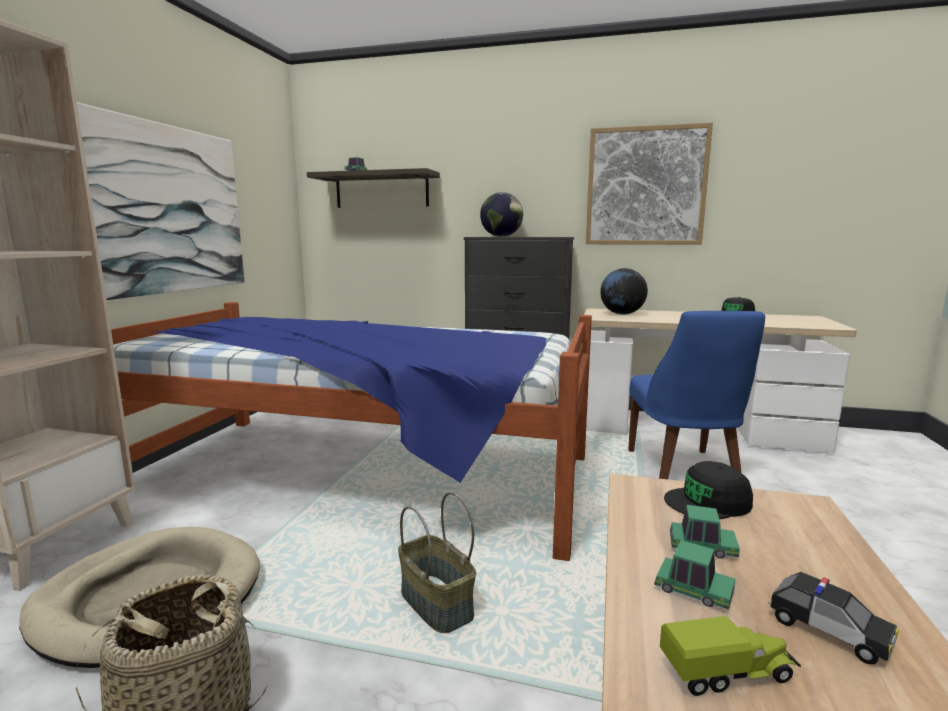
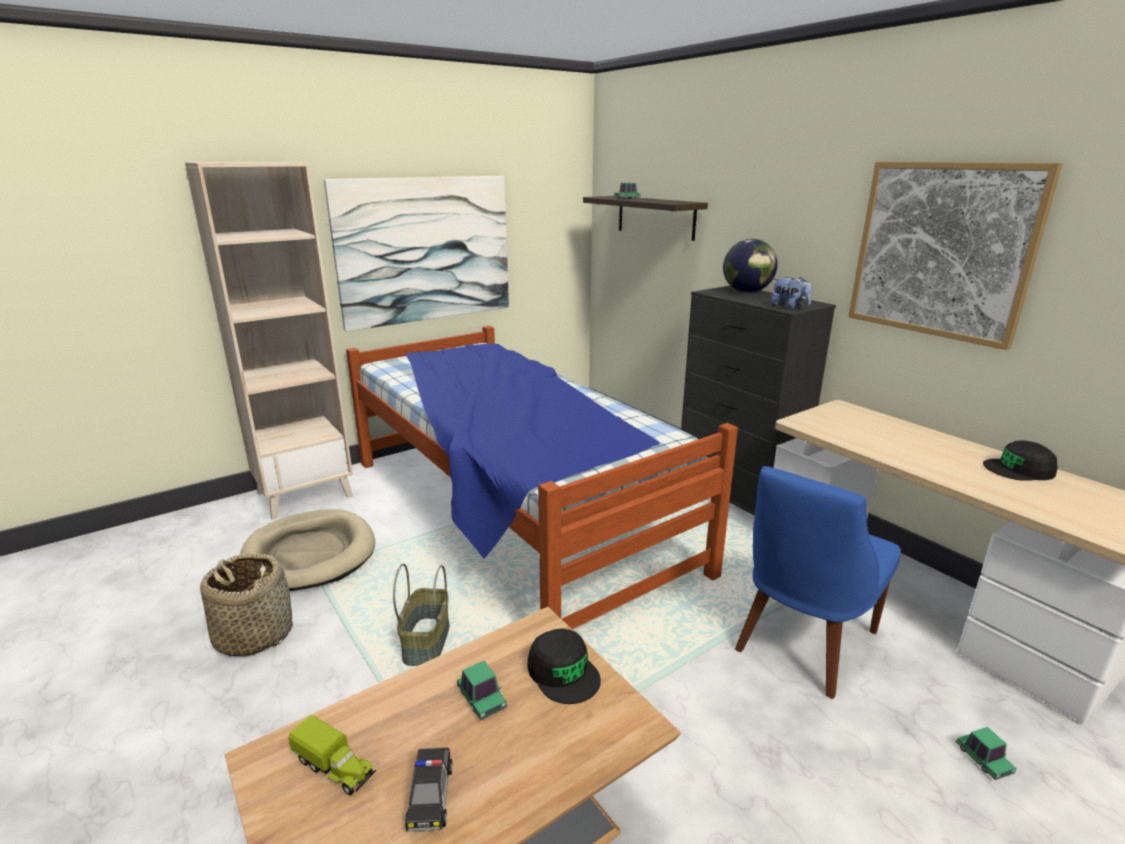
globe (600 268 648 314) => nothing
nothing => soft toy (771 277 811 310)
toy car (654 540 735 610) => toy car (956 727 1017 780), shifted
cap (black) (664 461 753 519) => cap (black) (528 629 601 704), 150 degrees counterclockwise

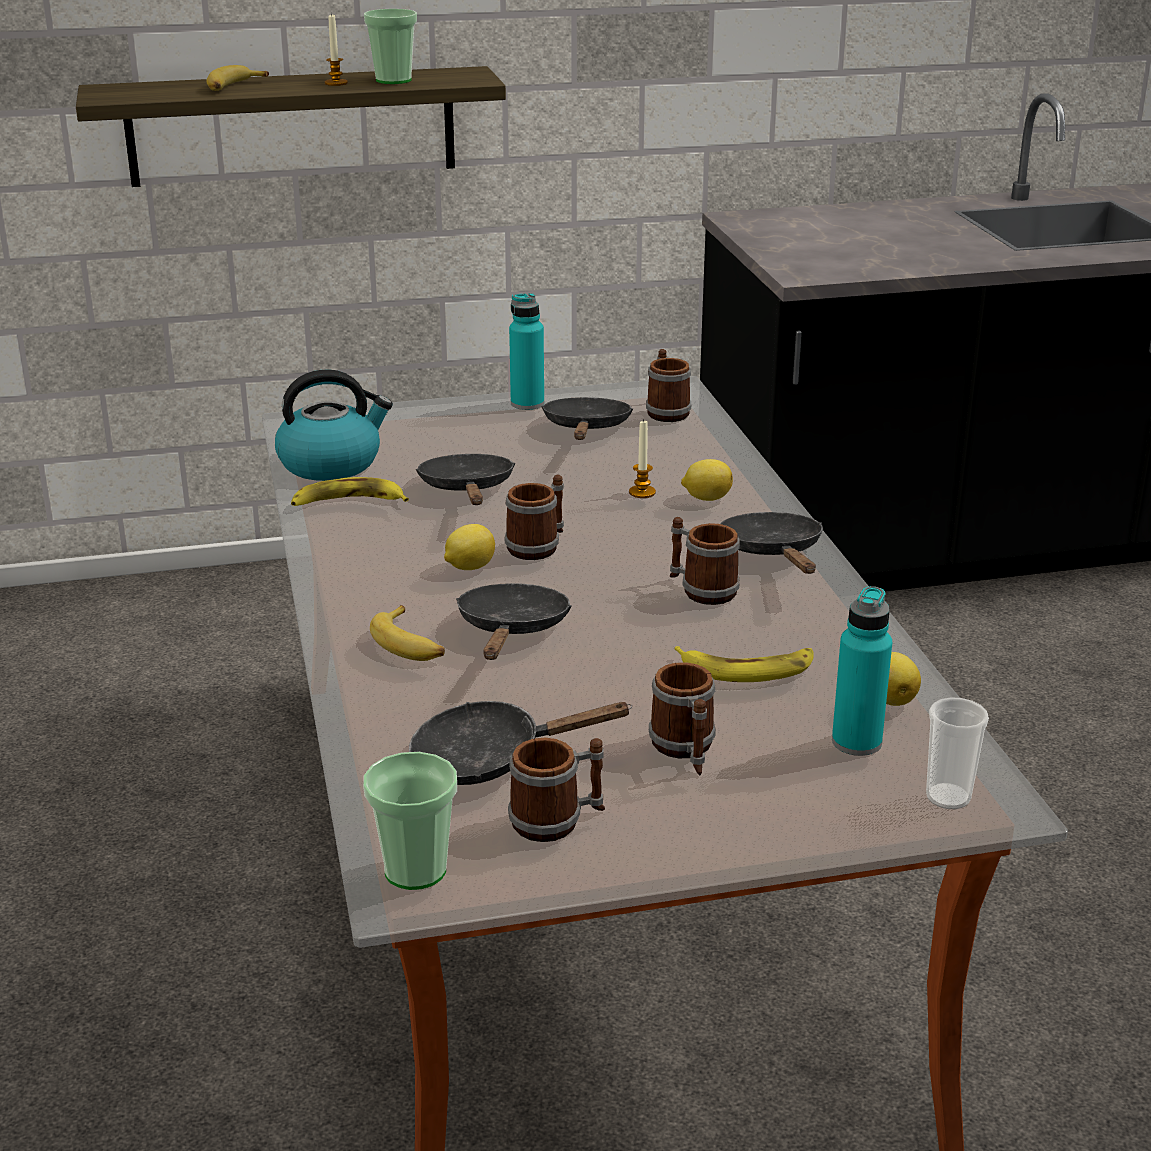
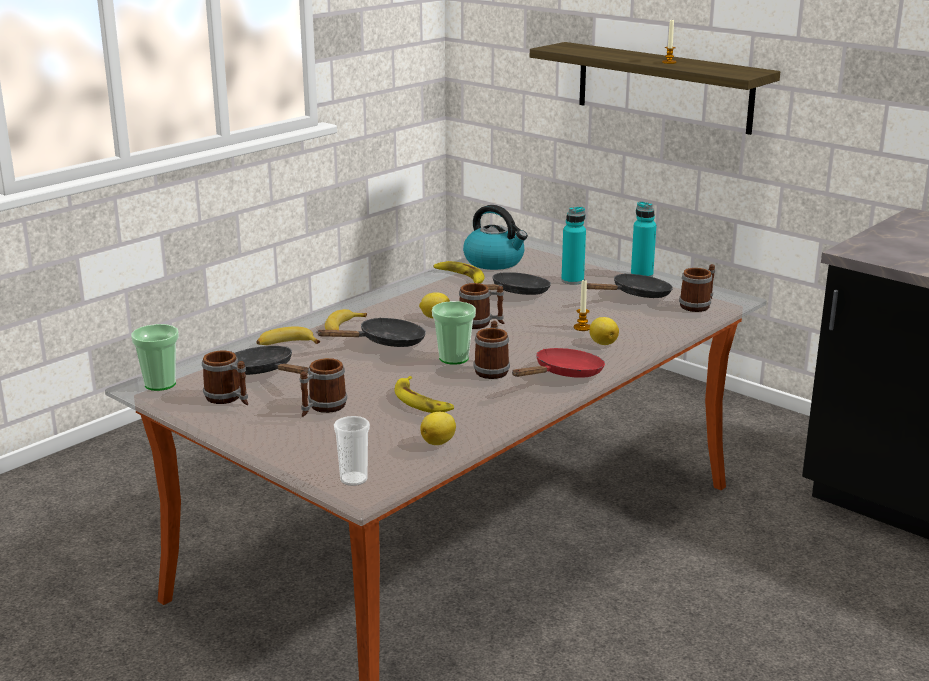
banana fruit (206 65 269 91) => banana fruit (256 326 320 345), shifted
small cup (364 9 417 84) => small cup (432 301 476 365), shifted
drink bottle (turquoise-coloured) (832 586 892 756) => drink bottle (turquoise-coloured) (561 207 586 285), shifted
pan (black) (720 512 823 574) => pan (red-coloured) (512 348 605 378)

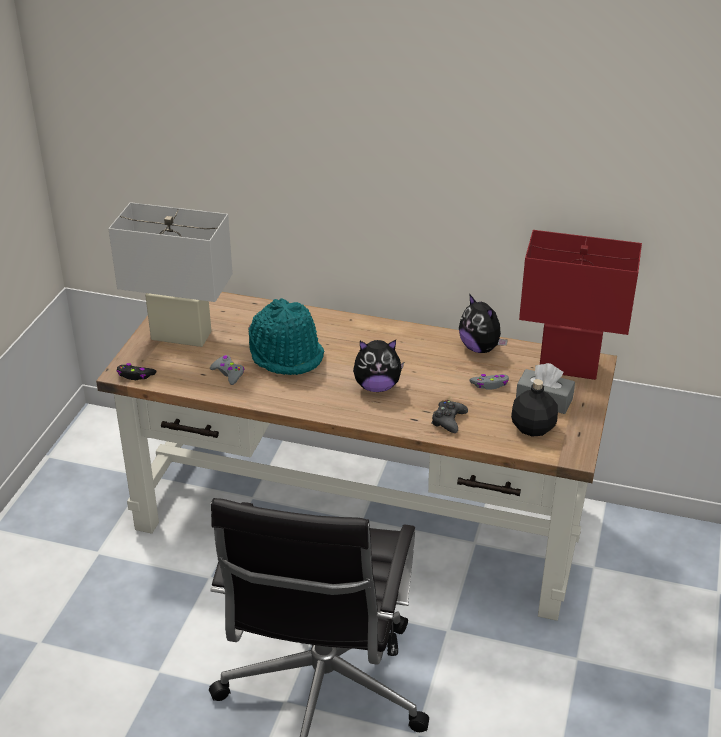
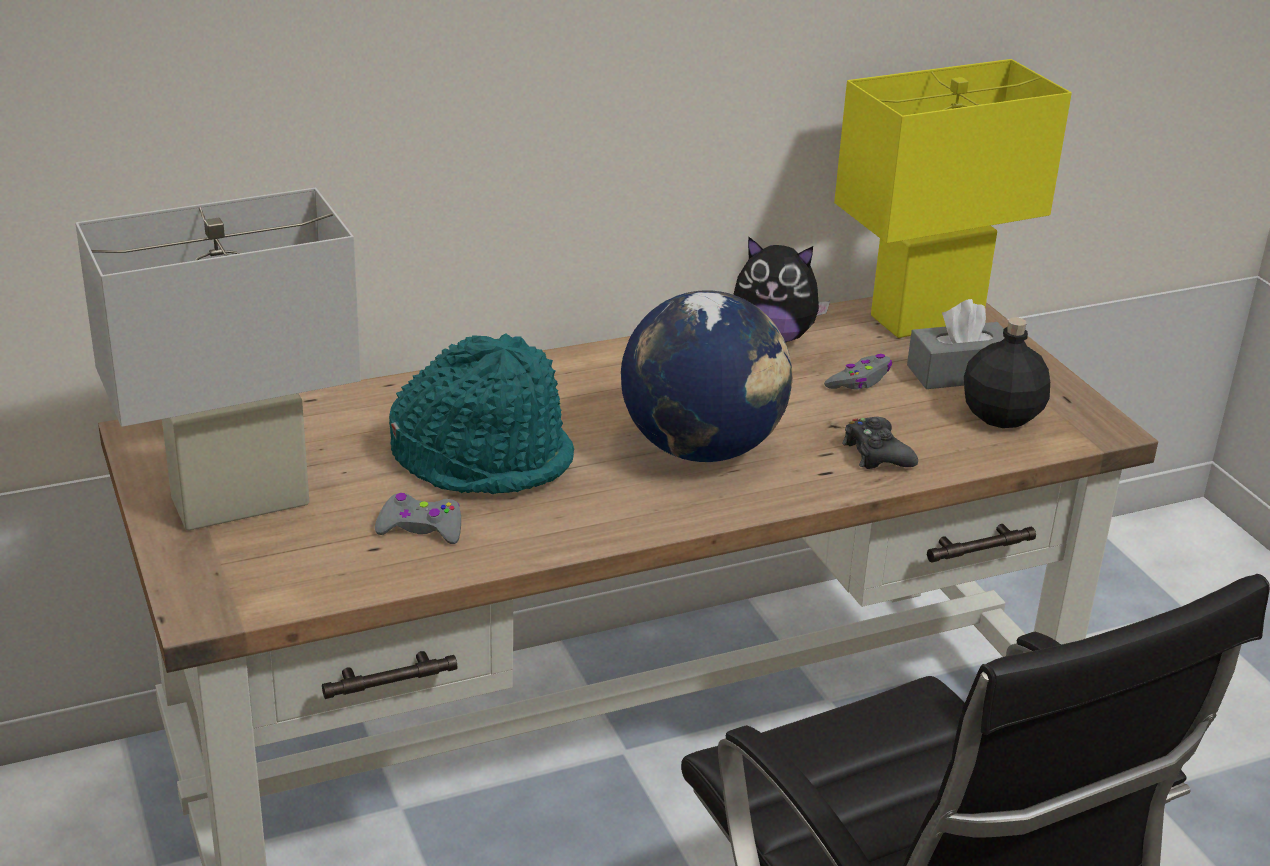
game controller (black) (117 363 156 380) => nothing
soft toy (353 340 404 392) => globe (621 290 793 462)
lamp for a table (red-coloured) (519 230 642 380) => lamp for a table (yellow-coloured) (834 59 1072 338)

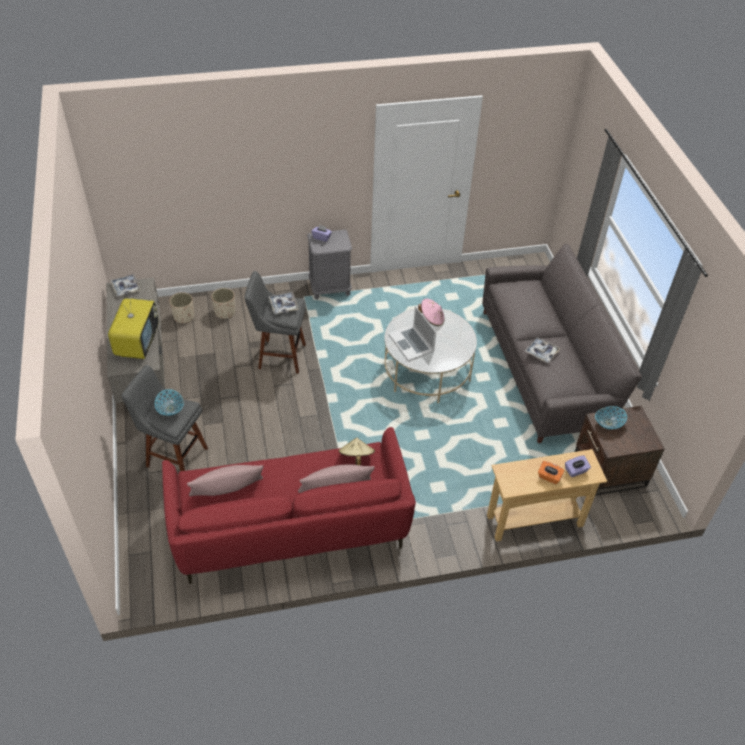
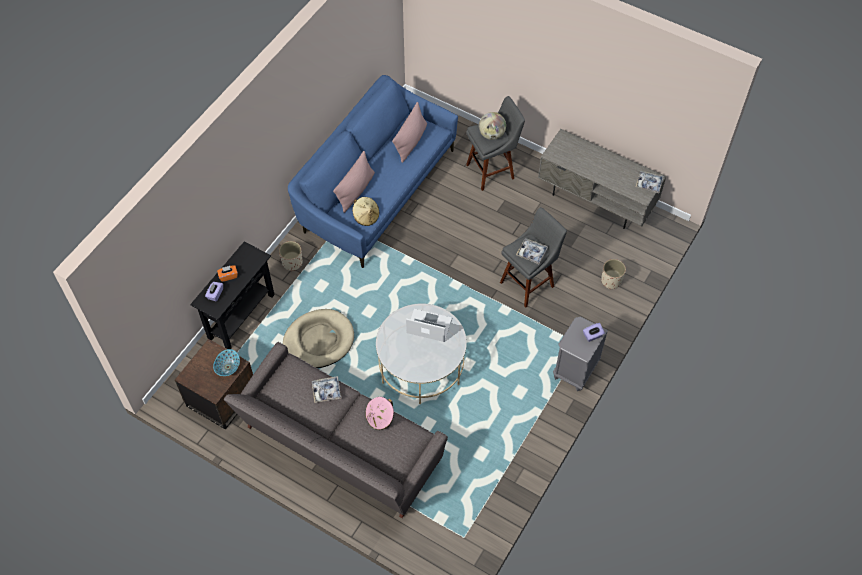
TV set (108 298 159 359) => nothing
nothing => dog bed (sand-coloured) (283 309 354 368)
plant pot (sand-coloured) (169 292 194 323) => plant pot (sand-coloured) (279 241 302 271), shifted
clothing hat (pinkish) (418 299 445 326) => clothing hat (pinkish) (365 397 394 430), shifted
bowl (155 389 184 416) => globe (479 112 506 140)
couch (red-coloured) (162 427 416 584) => couch (blue-coloured) (288 75 458 268)
narrow table (sand-coloured) (487 449 607 542) => narrow table (black) (190 241 275 349)

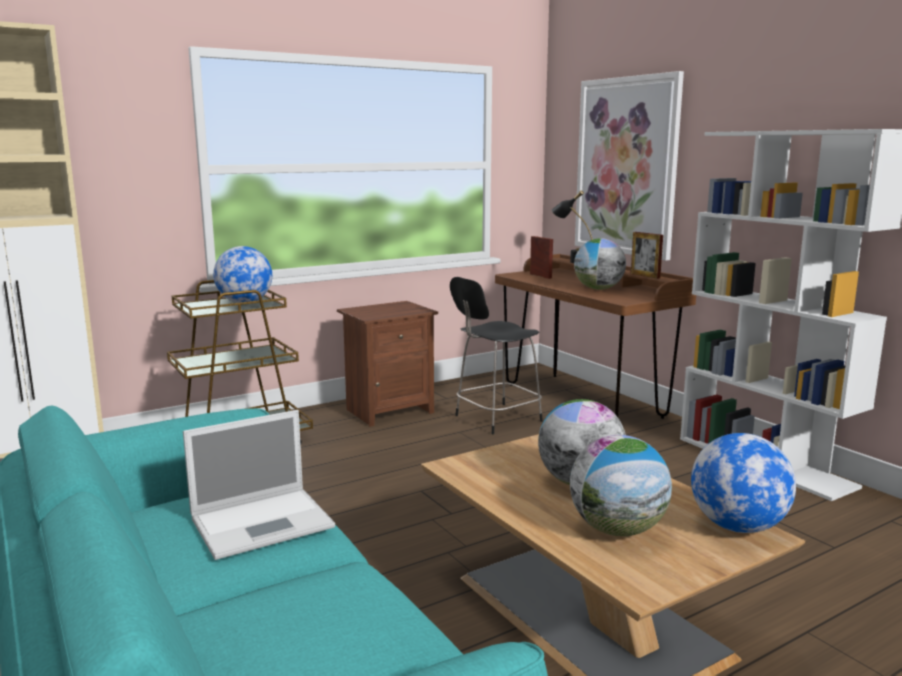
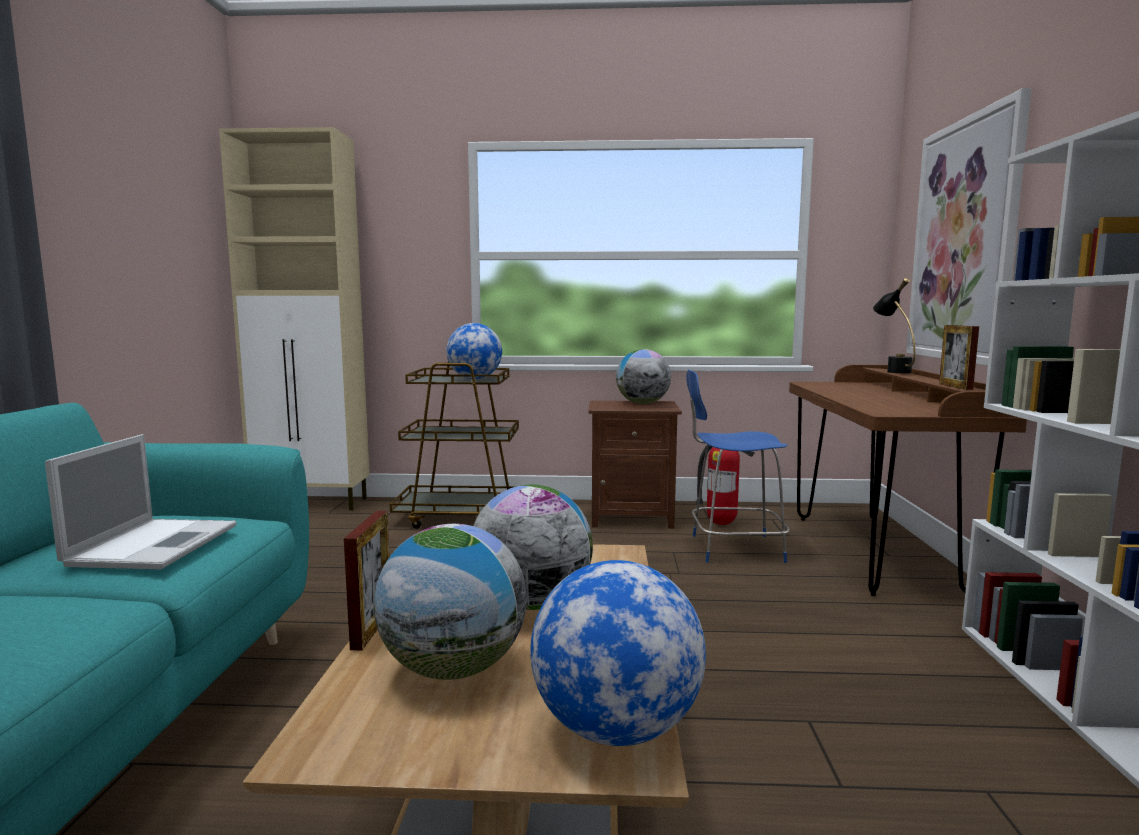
nothing => extinguisher (696 444 755 525)
standing frame (530 236 553 279) => standing frame (344 511 389 651), shifted
globe (574 238 626 290) => globe (616 349 671 404), shifted
plain chair (black) (450 277 543 434) => plain chair (blue-coloured) (686 369 790 563)
laptop (183 410 335 560) => laptop (45 434 237 569), 90 degrees counterclockwise

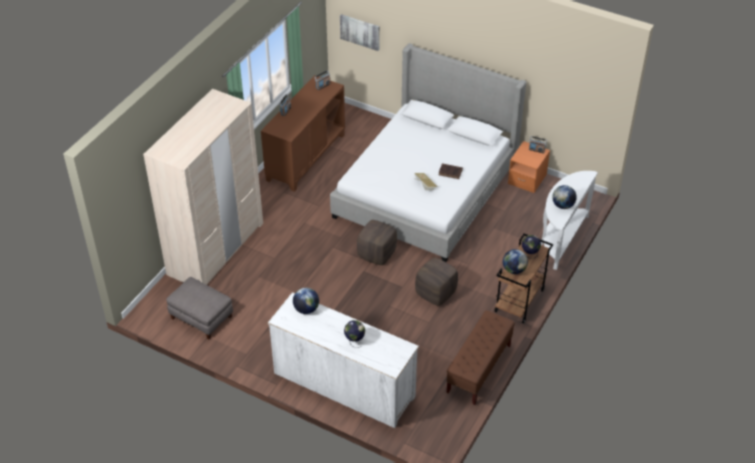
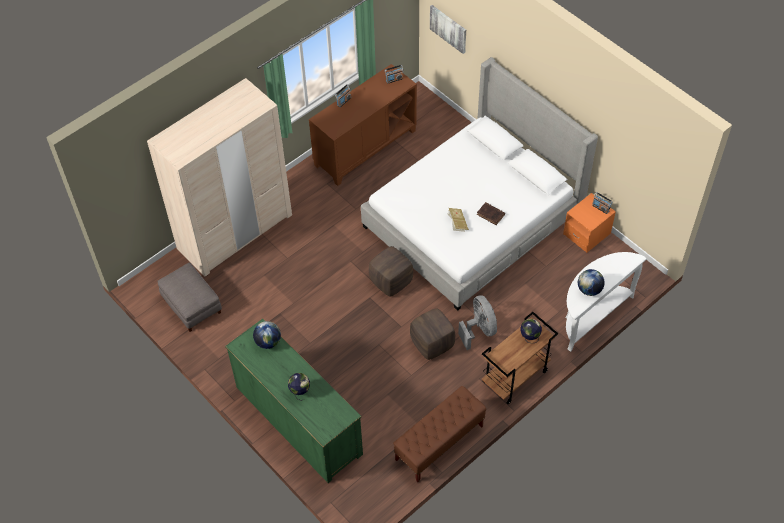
globe (503 249 528 274) => nothing
nothing => fan (gray) (458 295 497 350)
dresser (white) (268 292 419 428) => dresser (green) (225 318 363 483)

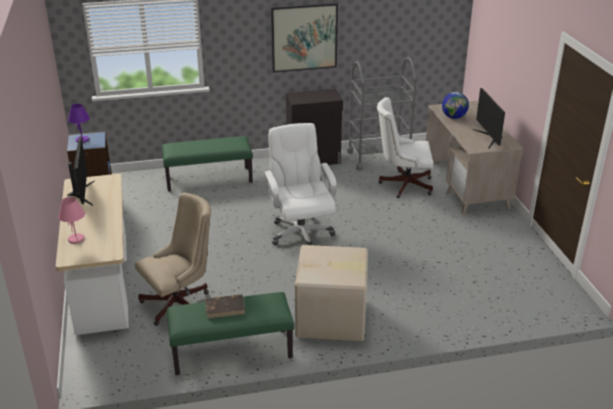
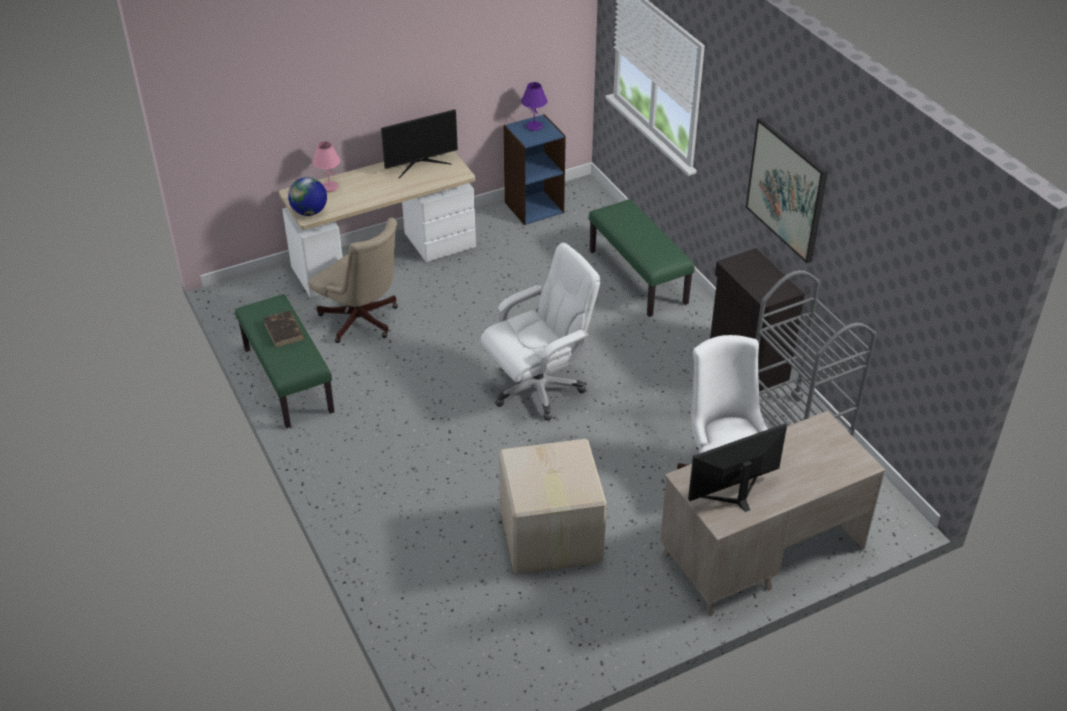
carton (295 245 368 341) => carton (499 439 607 575), shifted
globe (442 92 469 119) => globe (288 177 327 216), shifted

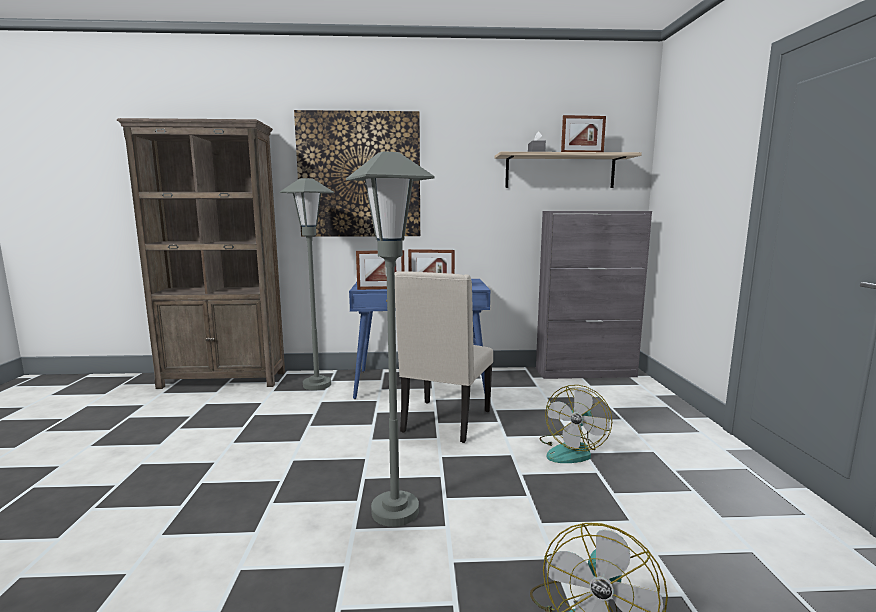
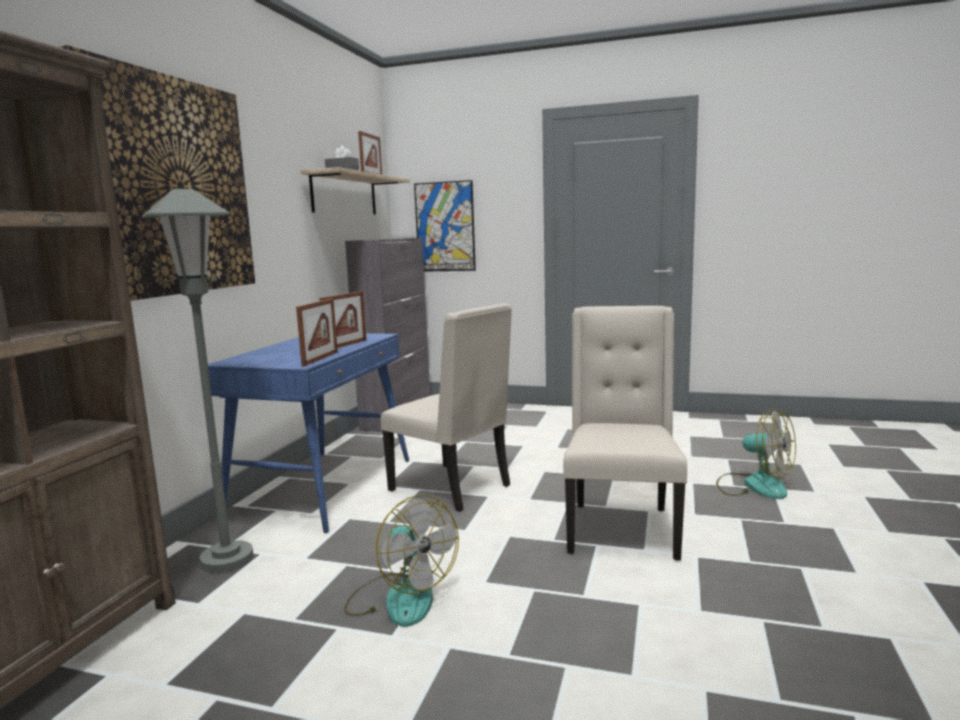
nothing => wall picture (414 180 476 272)
fan (540 385 612 463) => fan (344 495 459 627), shifted
floor lamp (gray) (346 151 435 527) => plain chair (sand-coloured) (563 306 687 561)

